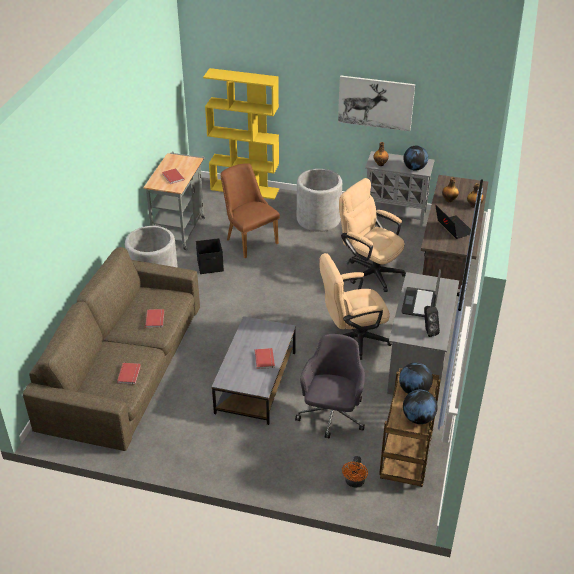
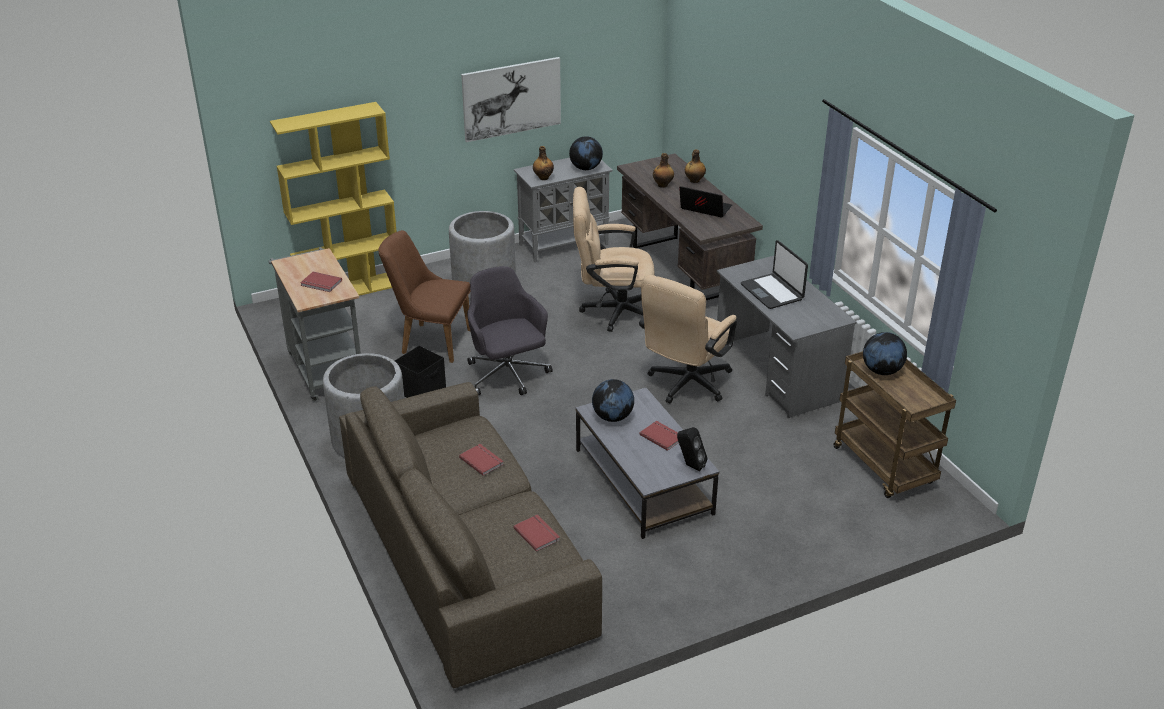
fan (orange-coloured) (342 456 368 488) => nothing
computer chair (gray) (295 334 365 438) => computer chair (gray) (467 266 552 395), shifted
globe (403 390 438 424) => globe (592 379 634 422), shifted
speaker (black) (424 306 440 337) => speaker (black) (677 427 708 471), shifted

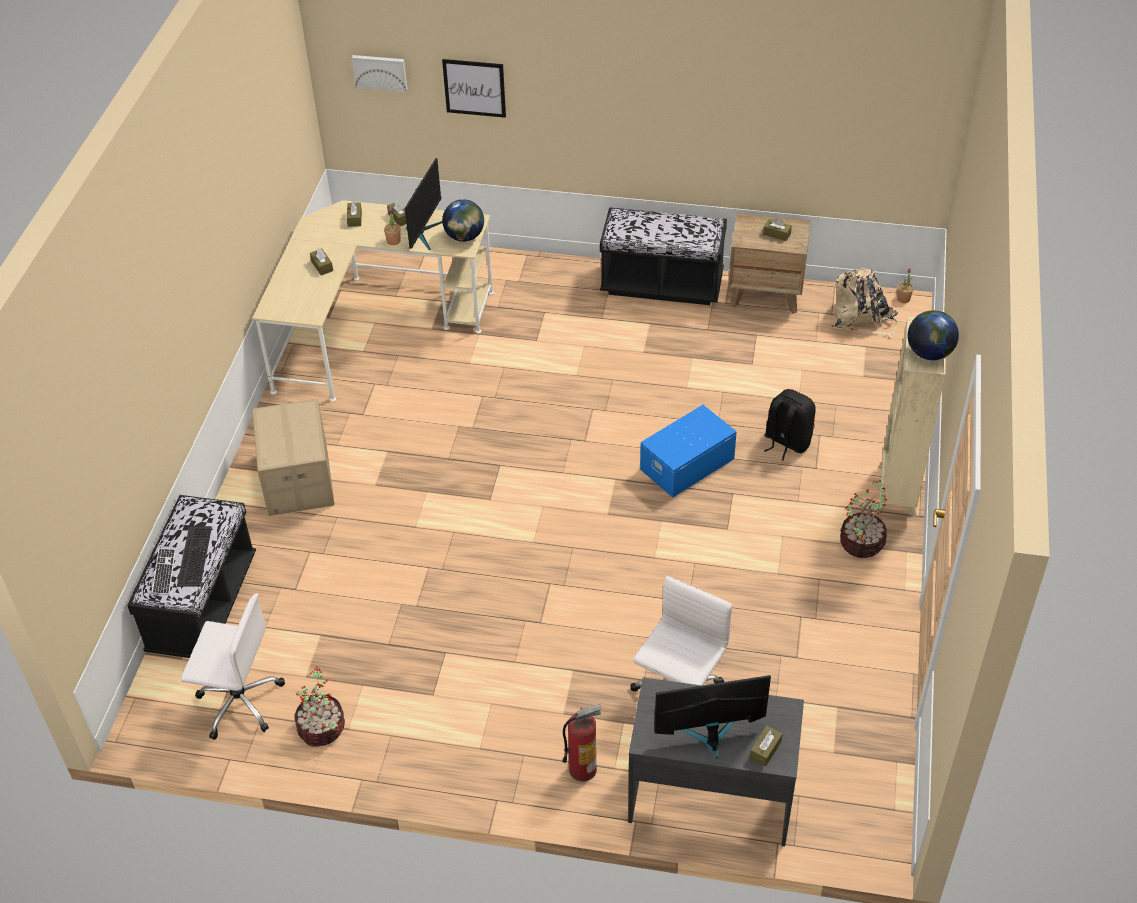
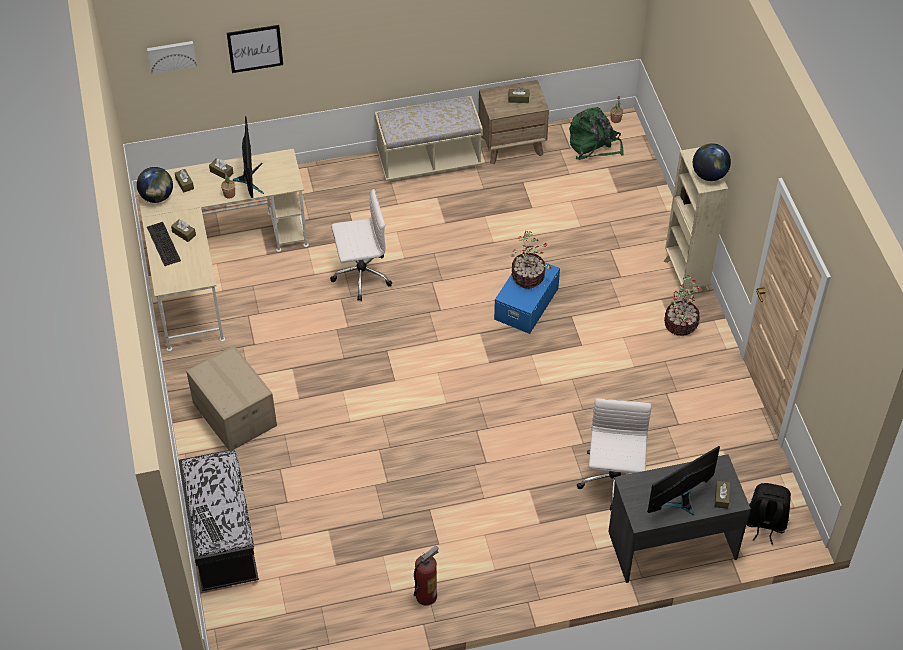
keyboard (177 526 212 587) => keyboard (147 222 181 266), shifted
computer chair (white) (181 593 285 740) => computer chair (white) (330 189 392 301), shifted
plant in a pot (294 666 345 747) => plant in a pot (511 231 552 289), shifted
globe (442 199 484 242) => globe (137 167 173 203), shifted
extinguisher (563 704 601 781) => extinguisher (414 545 439 606), shifted
backpack (black) (764 389 816 461) => backpack (black) (746 483 791 544), shifted
bench (black) (600 207 727 305) => bench (sand-coloured) (375 96 483 182)
backpack (sand-coloured) (832 268 898 339) => backpack (green) (569 107 624 160)

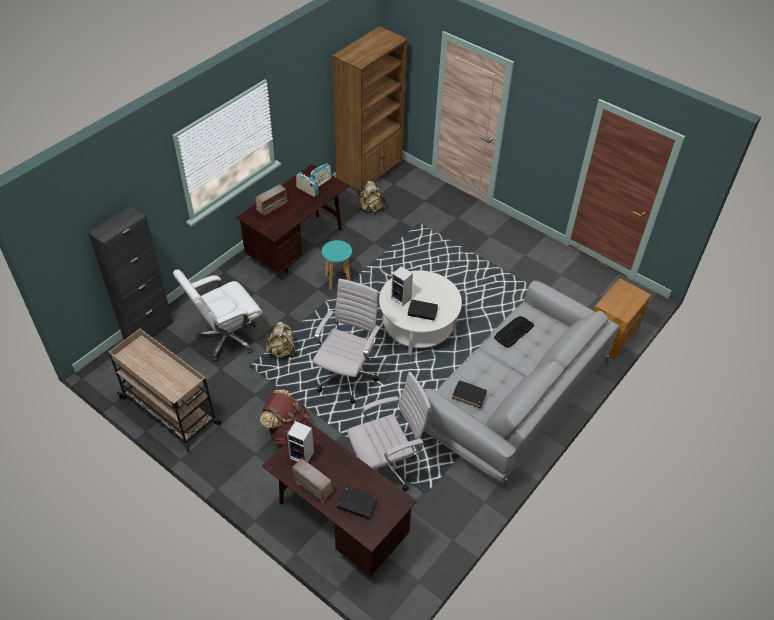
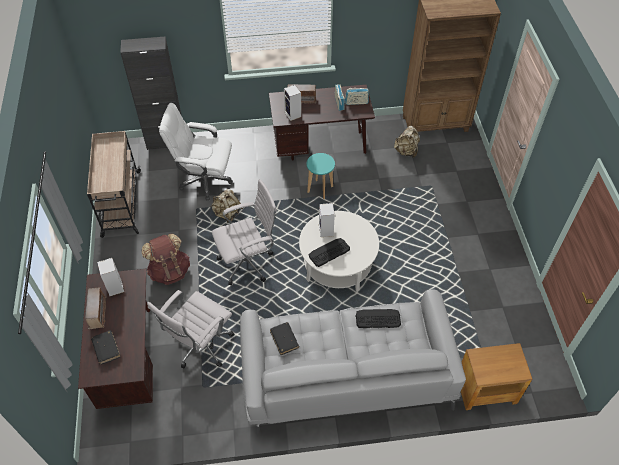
nothing => speaker (284 85 301 121)
bound book (black) (408 300 438 320) => keyboard (309 238 350 267)
computer chair (white) (347 372 431 492) => computer chair (white) (147 290 234 368), 105 degrees clockwise

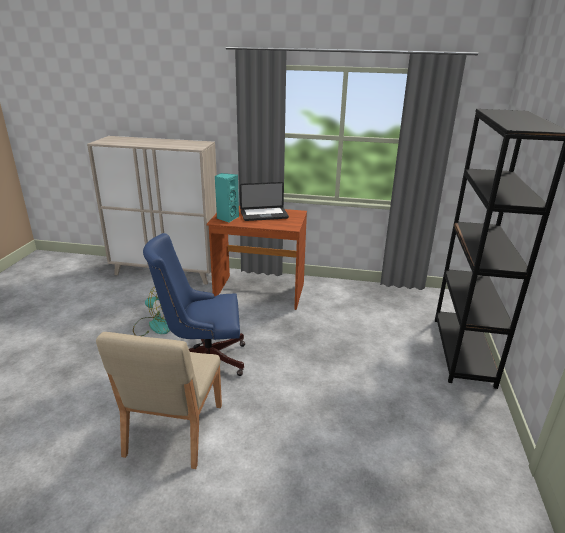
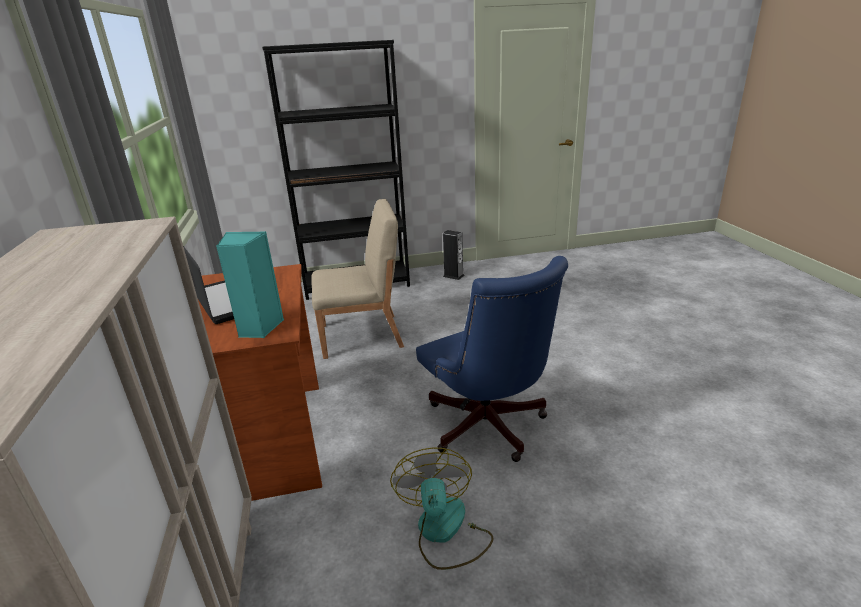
nothing => speaker (443 230 465 280)
plain chair (sand-coloured) (96 332 222 469) => plain chair (sand-coloured) (311 199 404 359), shifted

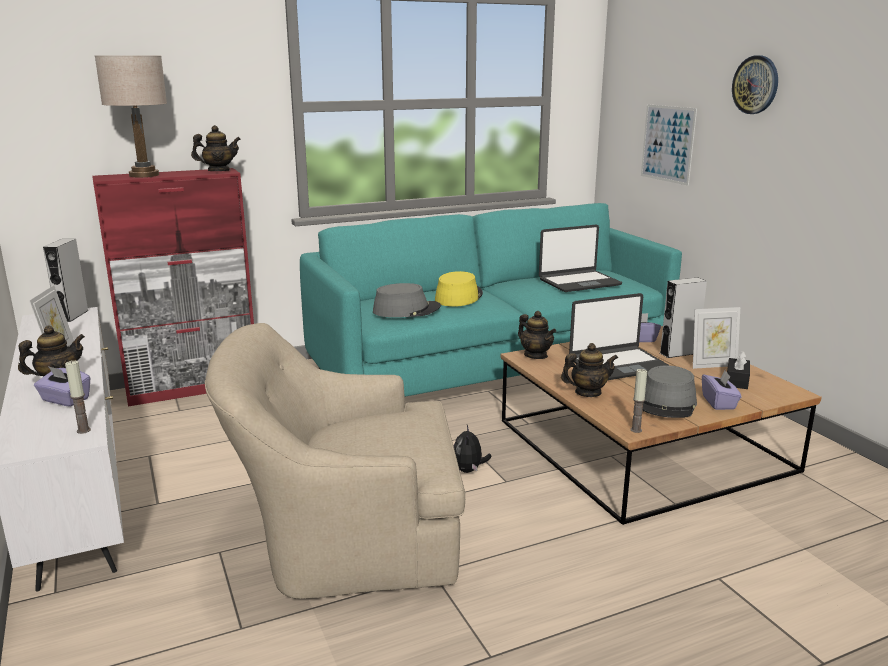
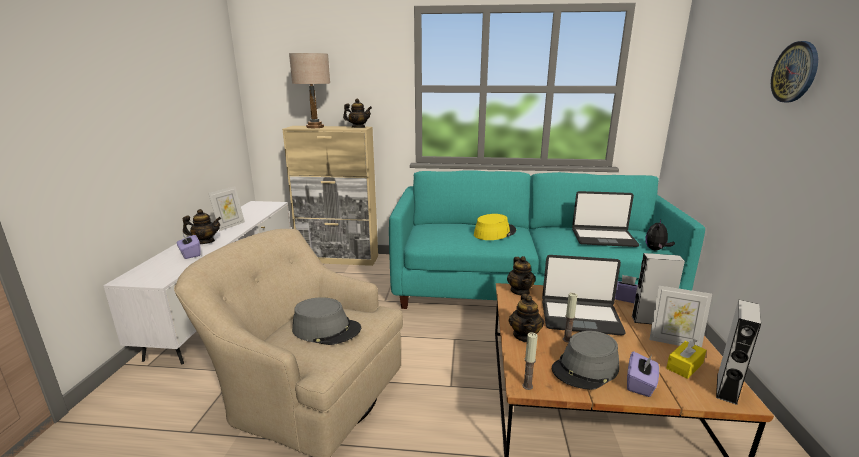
wall picture (641 104 697 186) => nothing
speaker (gray) (43 239 89 322) => speaker (gray) (716 300 761 405), shifted
wax candle (65 361 91 434) => wax candle (563 293 577 342), shifted
clothing hat (gray) (373 283 441 317) => clothing hat (gray) (292 297 361 345), shifted
soft toy (454 425 491 473) => soft toy (646 219 675 251), shifted
cupboard (red-coloured) (92 168 254 407) => cupboard (sand-coloured) (282 126 378 266)
tissue box (black) (727 351 750 389) => tissue box (yellow-coloured) (666 338 706 379)
tea pot (561 343 618 397) => tea pot (509 294 544 342), 75 degrees clockwise

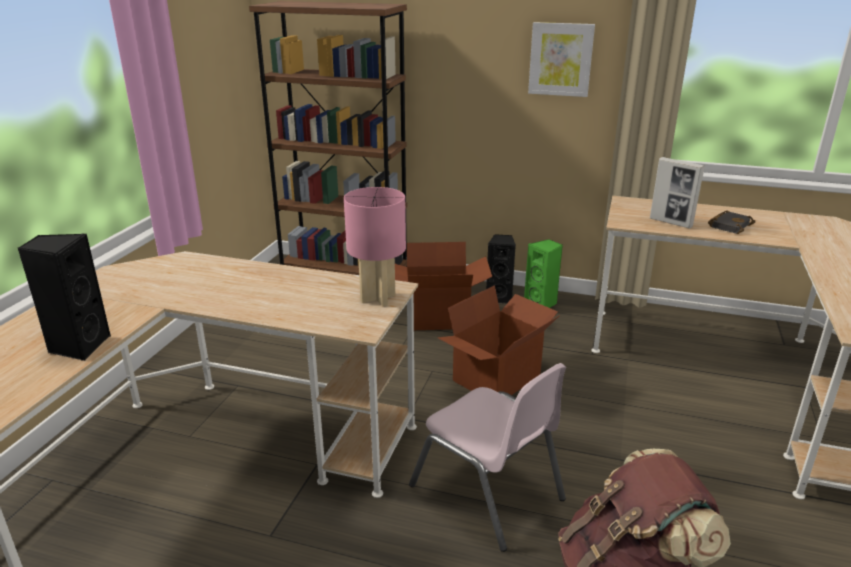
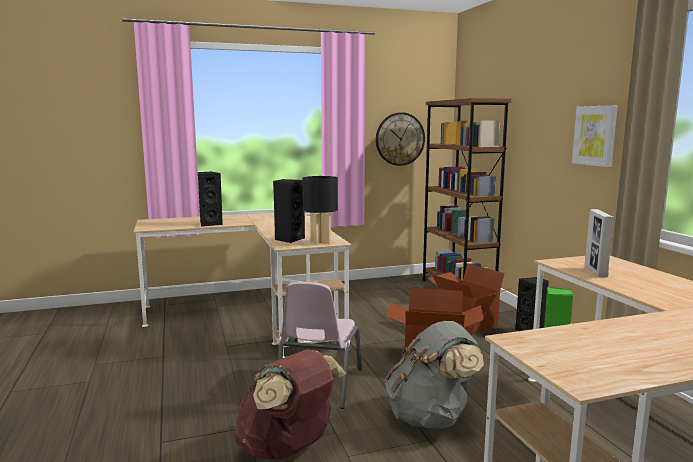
bound book (black) (708 210 756 234) => nothing
nothing => speaker (black) (273 179 305 243)
nothing => clock on the wall (376 112 425 166)
nothing => backpack (gray) (385 321 484 429)
lamp for a table (pinkish) (344 187 406 306) => lamp for a table (black) (302 176 338 245)

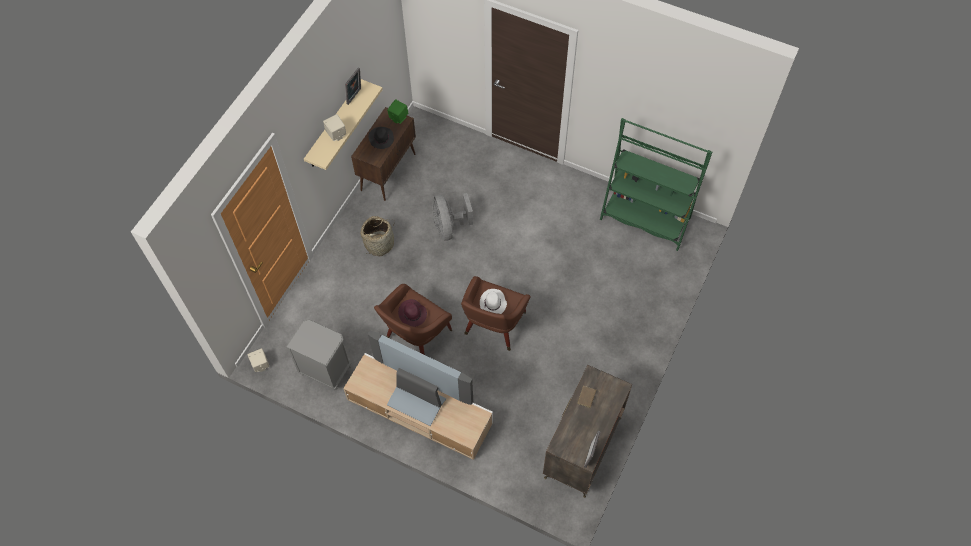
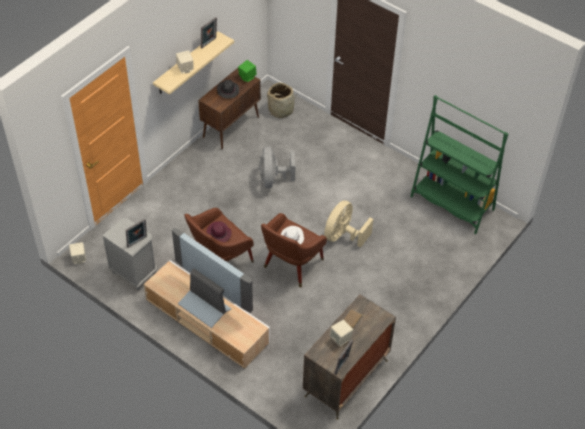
nothing => standing frame (126 218 147 248)
nothing => fan (sand-coloured) (324 200 373 247)
nothing => speaker (sand-coloured) (330 320 353 347)
basket (361 216 394 256) => basket (267 83 296 118), shifted

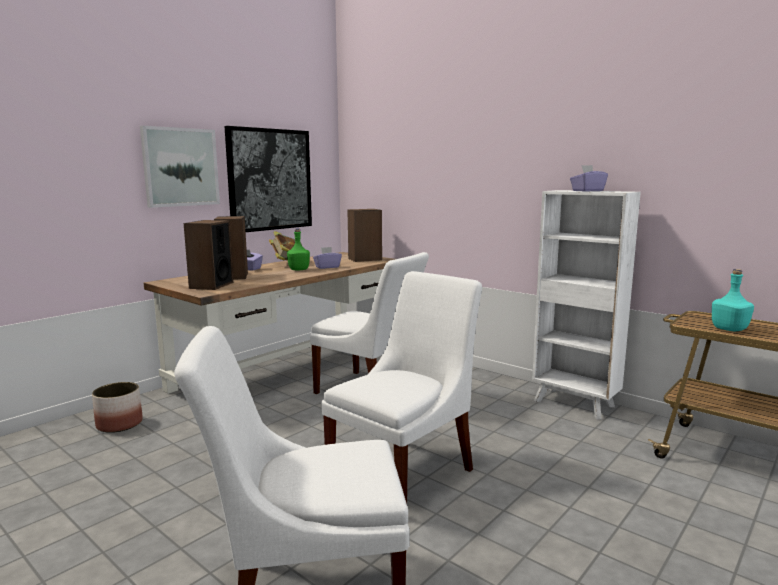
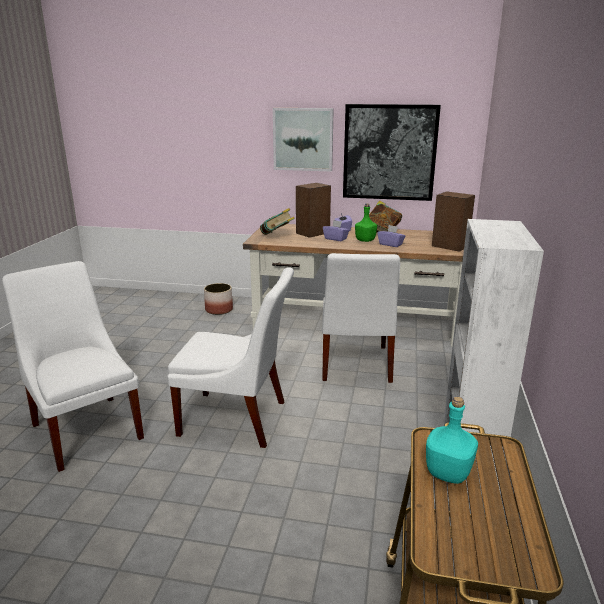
tissue box (purple-coloured) (570 165 608 192) => tissue box (purple-coloured) (323 220 349 241), shifted
speaker (184 220 233 290) => bound book (260 208 294 235)

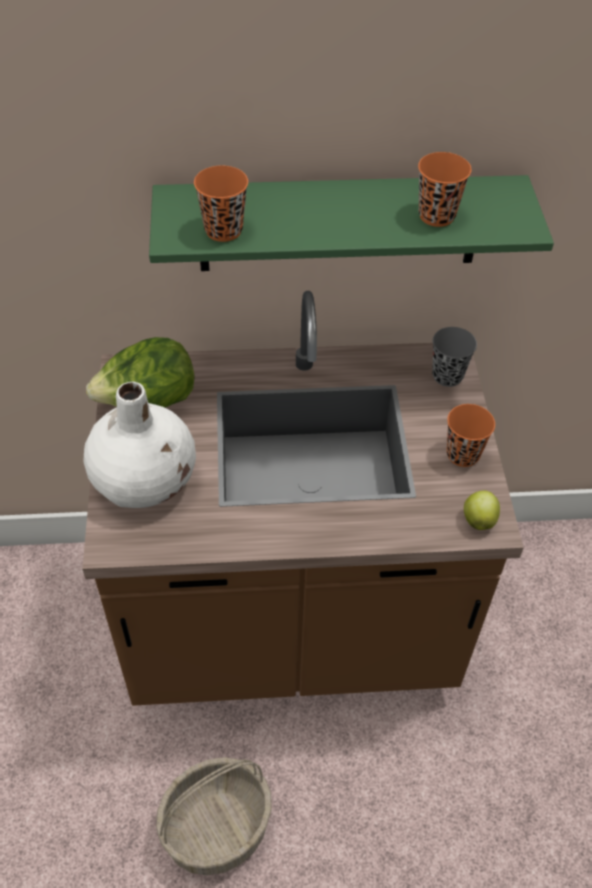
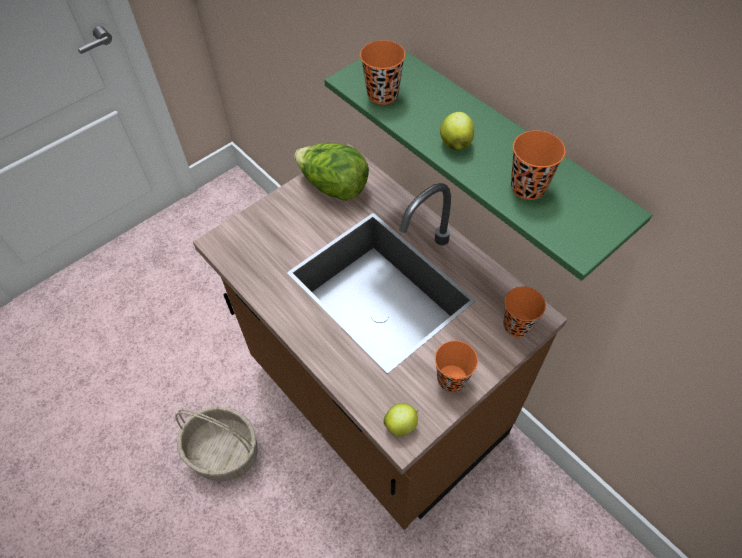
flower vase (white) (84 381 196 508) => nothing
nothing => apple fruit (440 112 474 150)
small cup (gray) (432 327 477 387) => small cup (orange-coloured) (503 287 546 337)

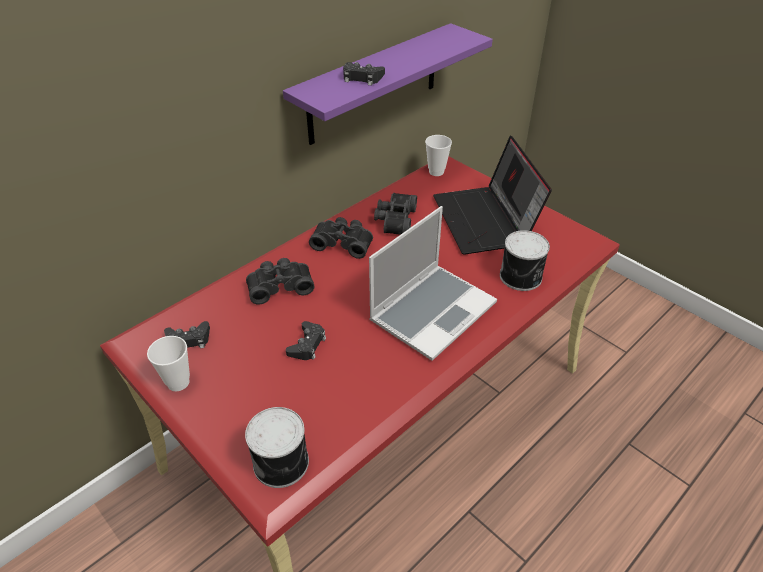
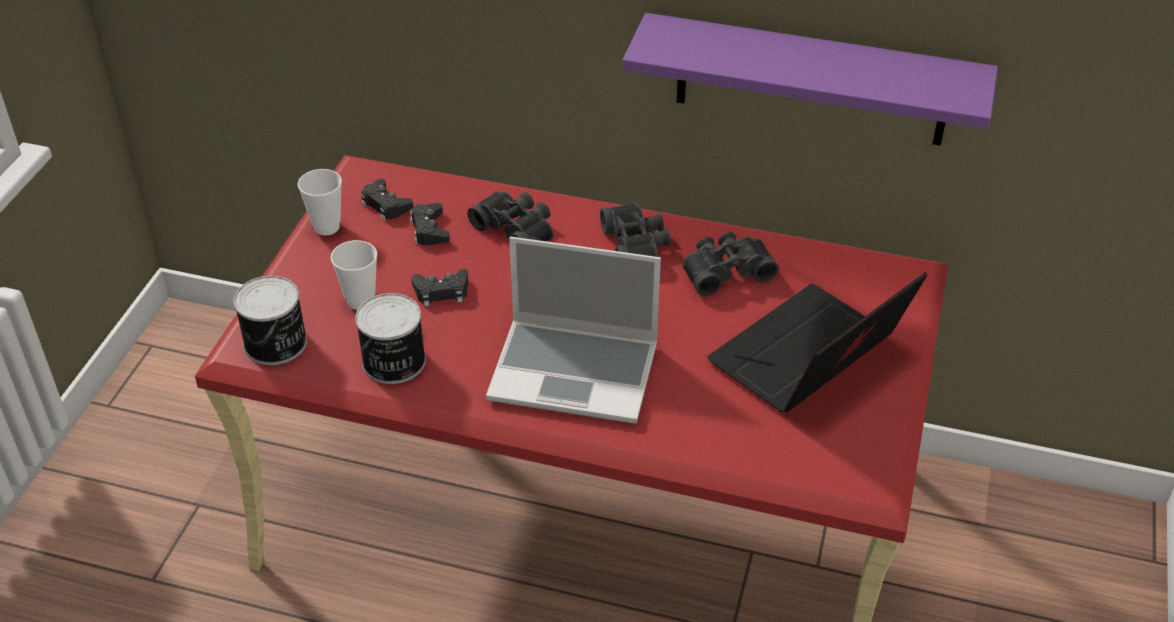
game controller (black) (343 62 385 86) => game controller (black) (410 203 450 246), shifted
small cup (425 135 452 176) => small cup (331 240 377 310), shifted
can (500 230 550 291) => can (355 293 426 384), shifted

